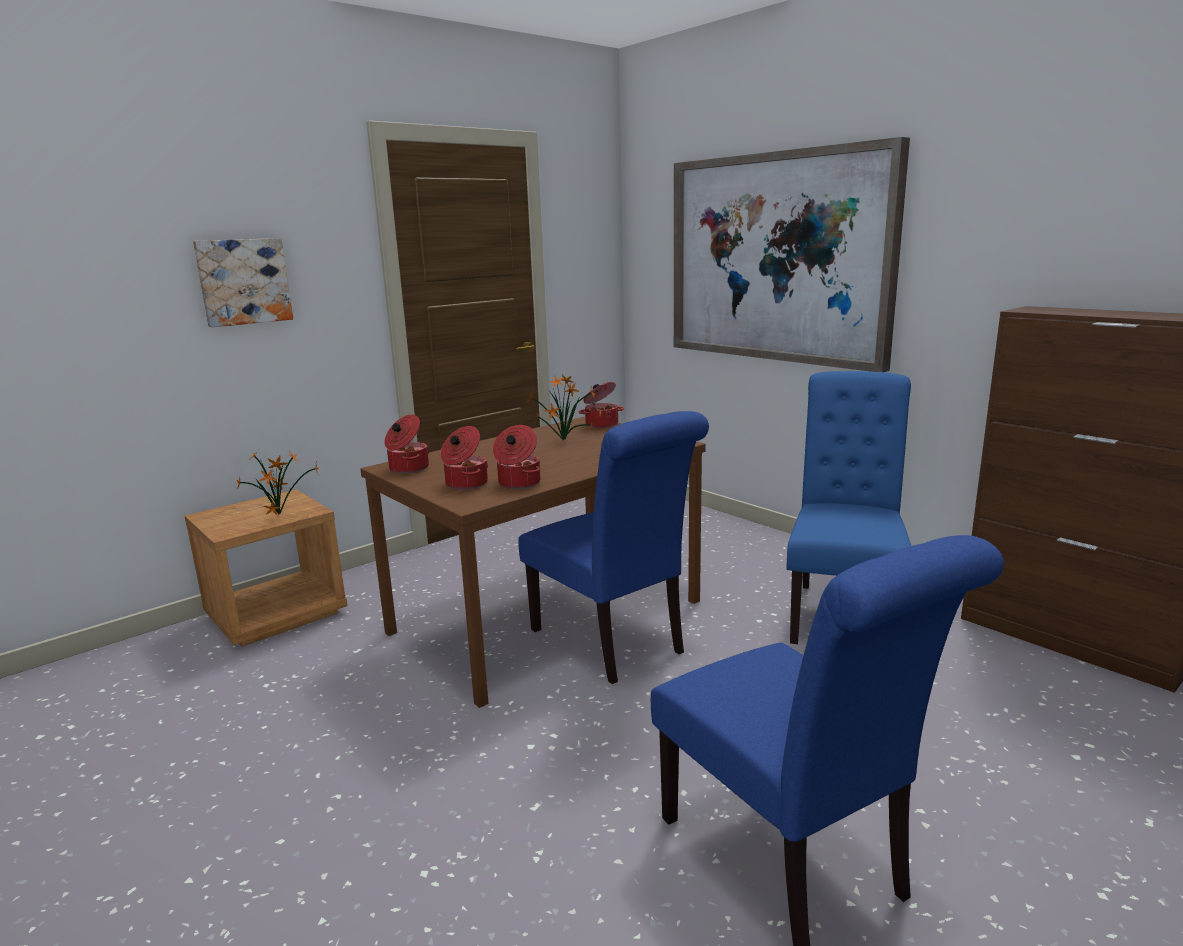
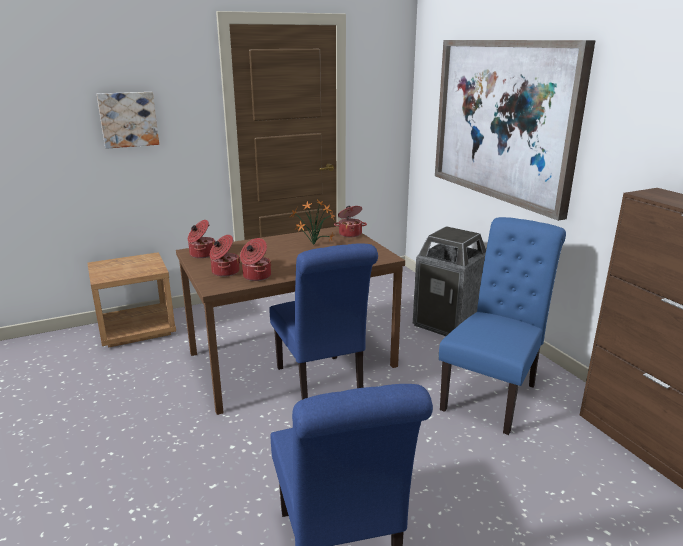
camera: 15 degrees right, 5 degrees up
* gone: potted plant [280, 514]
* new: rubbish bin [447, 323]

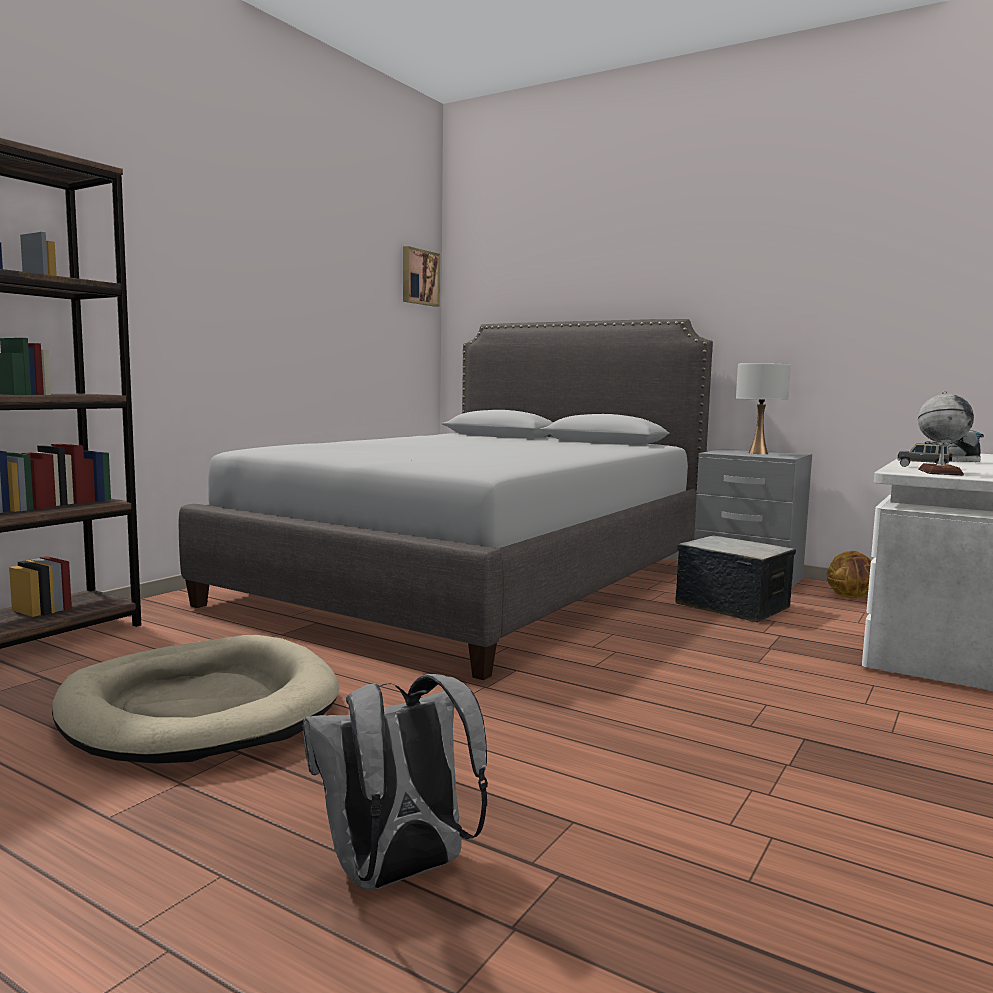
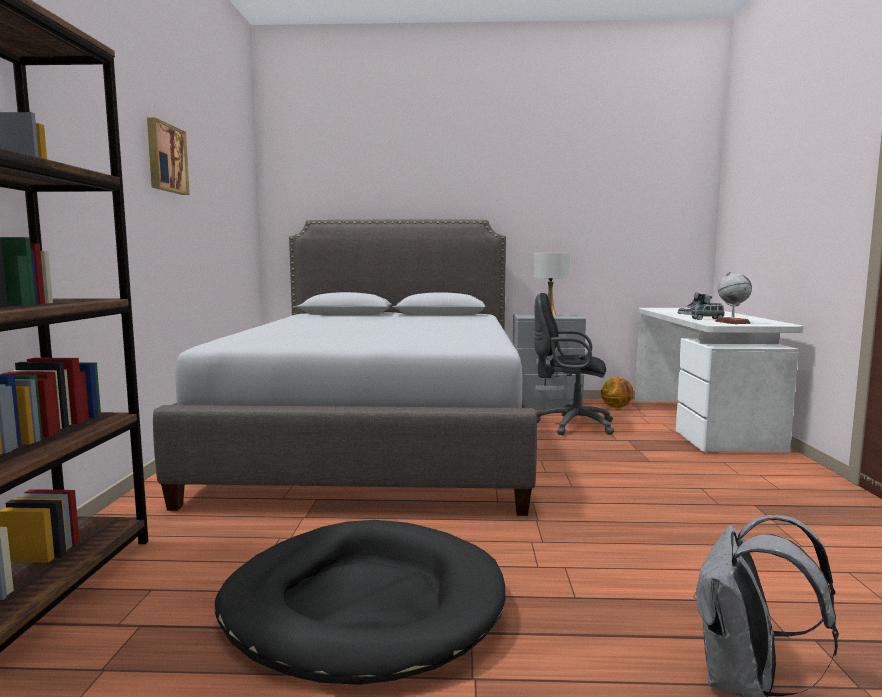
camera: 30 degrees left, 0 degrees up
* shifted: picture [419, 277] to [165, 158]
* swapped: storage container [732, 606] to black-coloured office chair [570, 425]
* repainted: beige-coloured dog bed [200, 709] to black-coloured dog bed [363, 605]

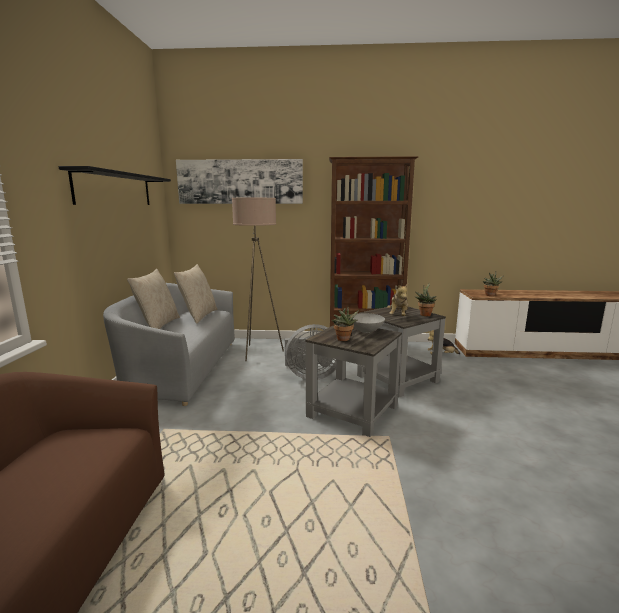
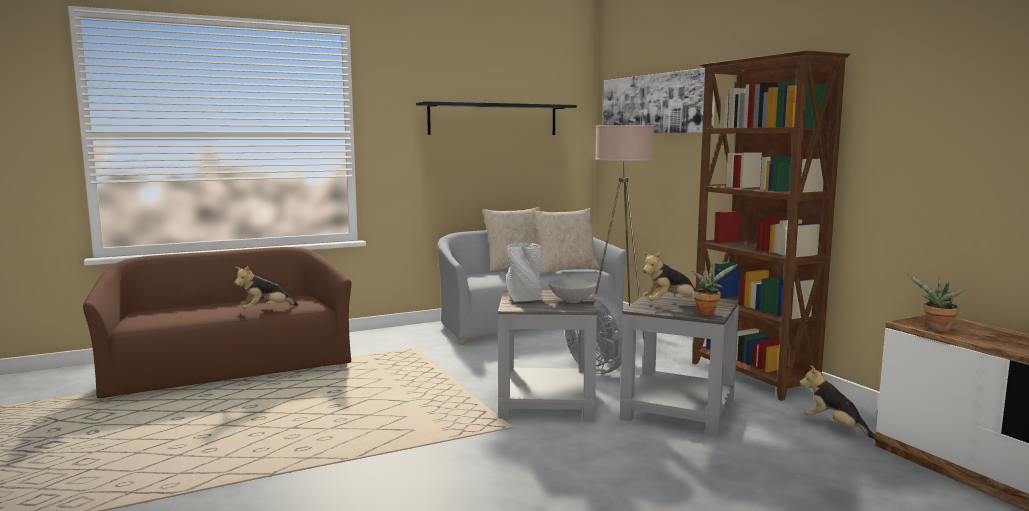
camera: 60 degrees right, 5 degrees down
* swapped: potted plant [343, 340] to greyish vase [524, 298]
* new: soft toy [265, 310]

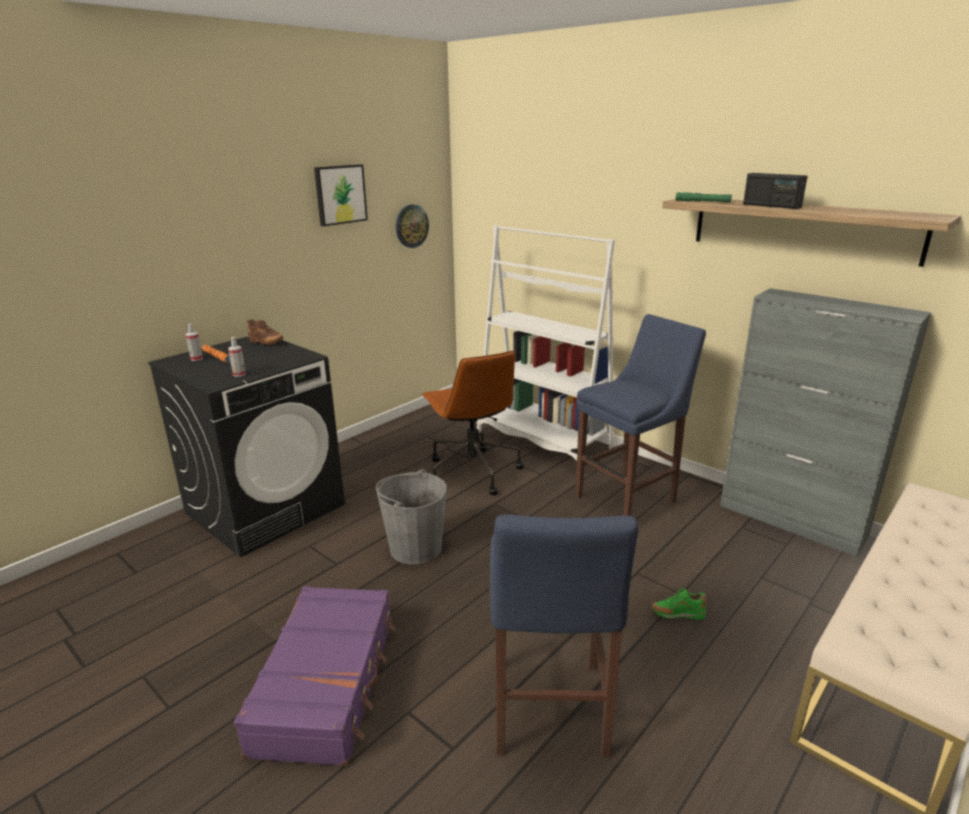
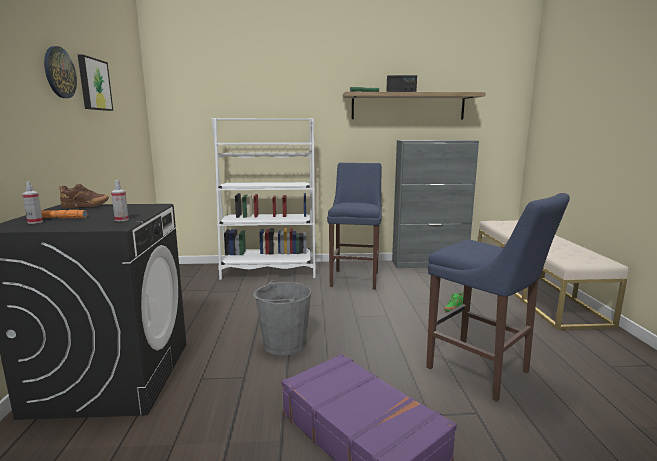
camera: 45 degrees left, 10 degrees down
* shifted: clock on the wall [411, 226] to [59, 72]
* gone: brownish office chair [472, 471]

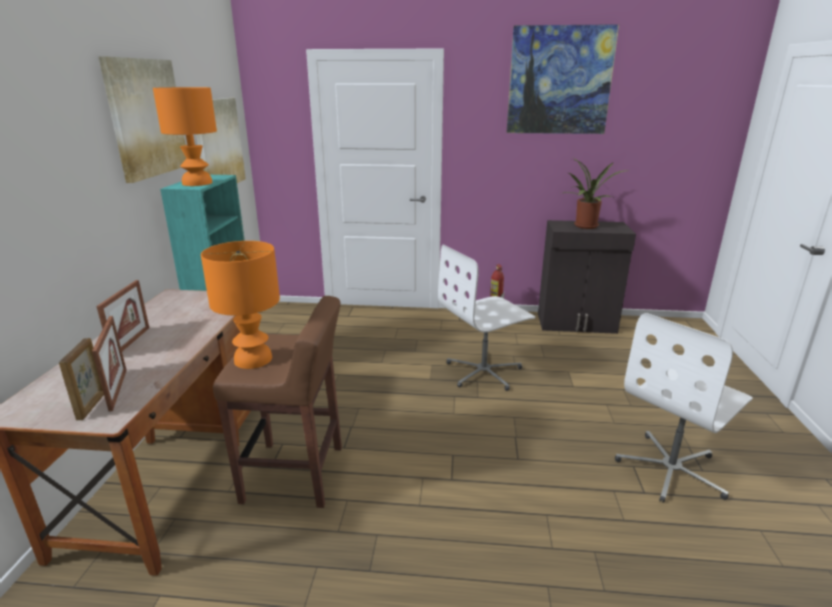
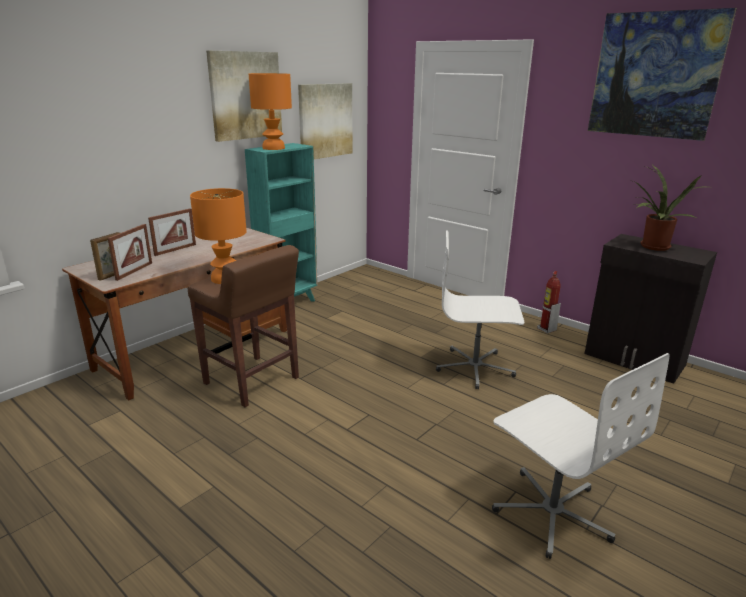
camera: 35 degrees right, 0 degrees up
* rotated: white office chair [671, 470] = [552, 512] 120 degrees counterclockwise

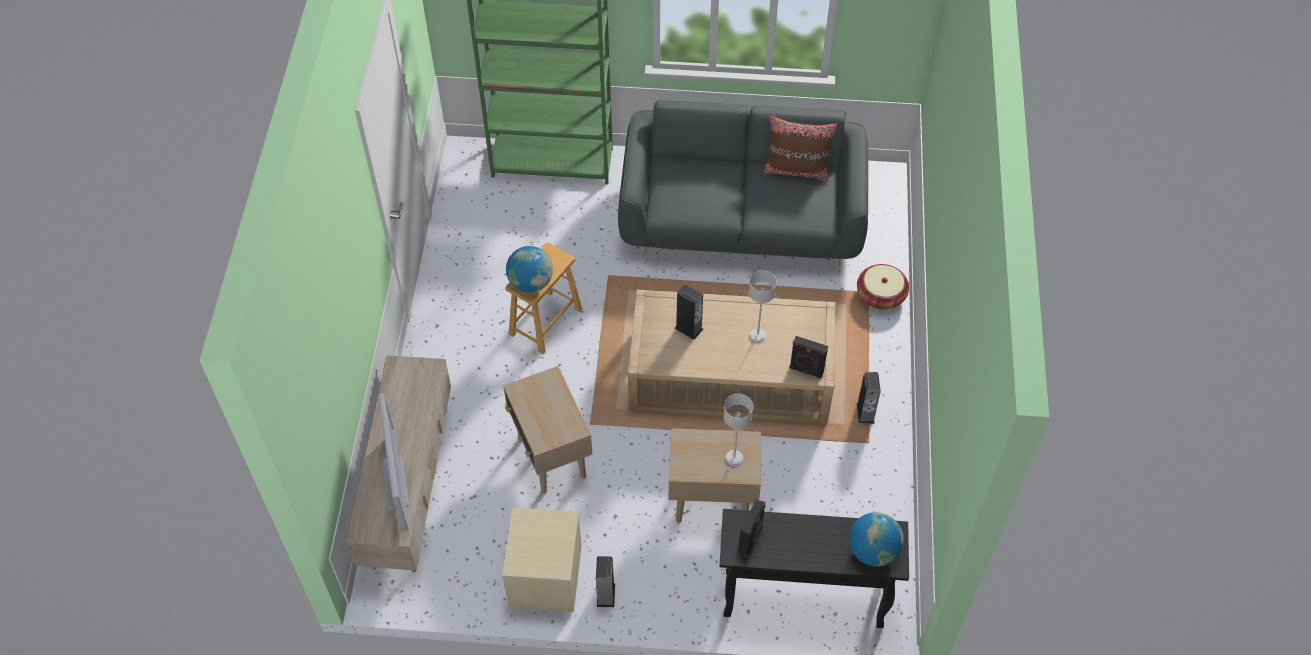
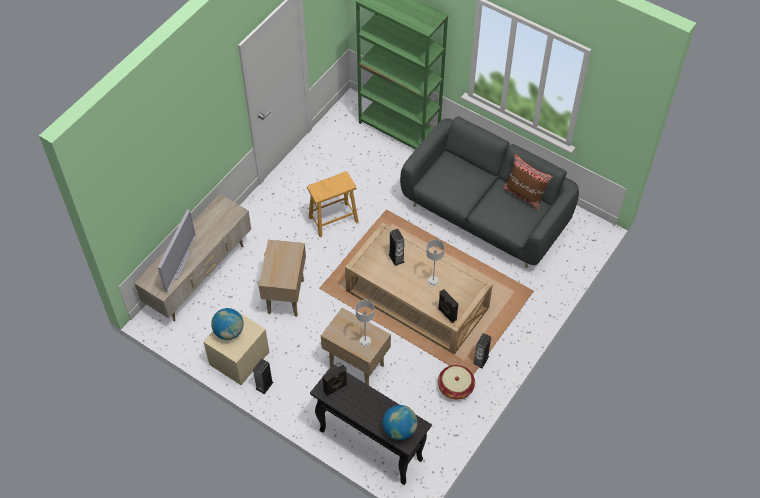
camera: 30 degrees right, 0 degrees up
* shifted: globe [531, 282] to [229, 332]
* shifted: household basket [880, 295] to [455, 387]

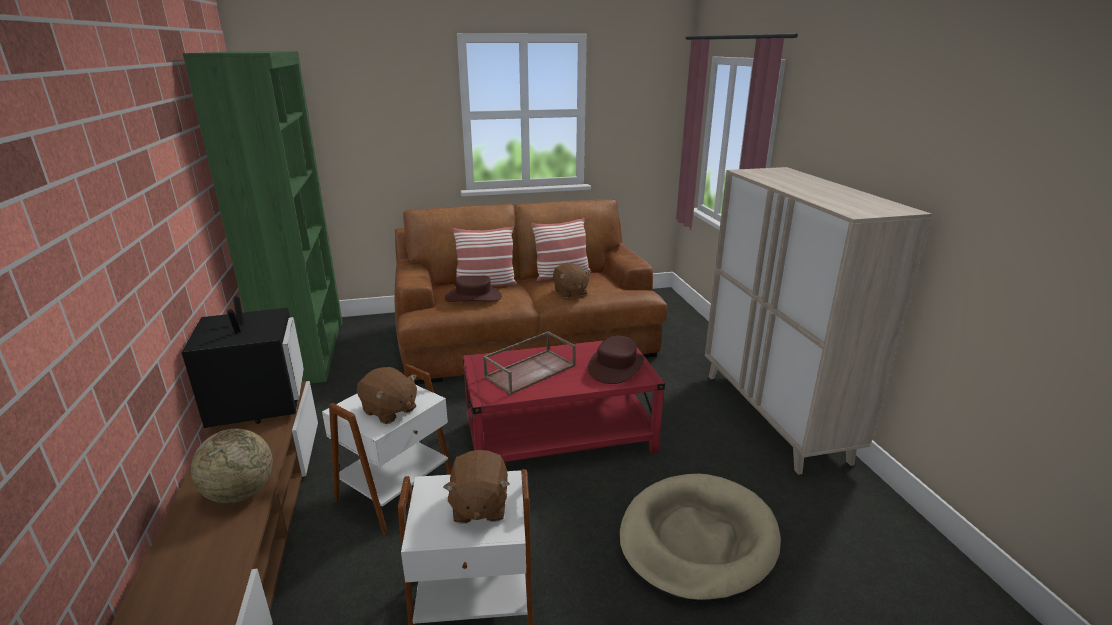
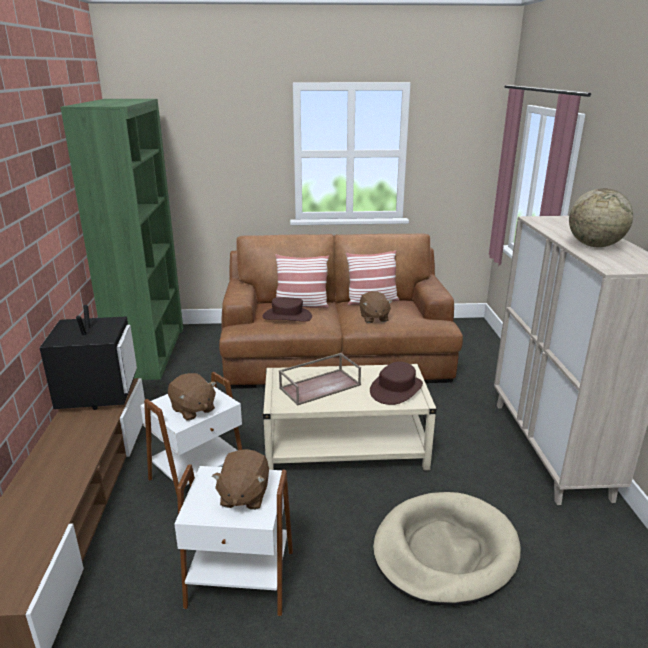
camera: 10 degrees right, 0 degrees up
* repainted: red-coloured coffee table [559, 437] to beige-coloured coffee table [345, 447]
* shifted: globe [240, 493] to [594, 245]

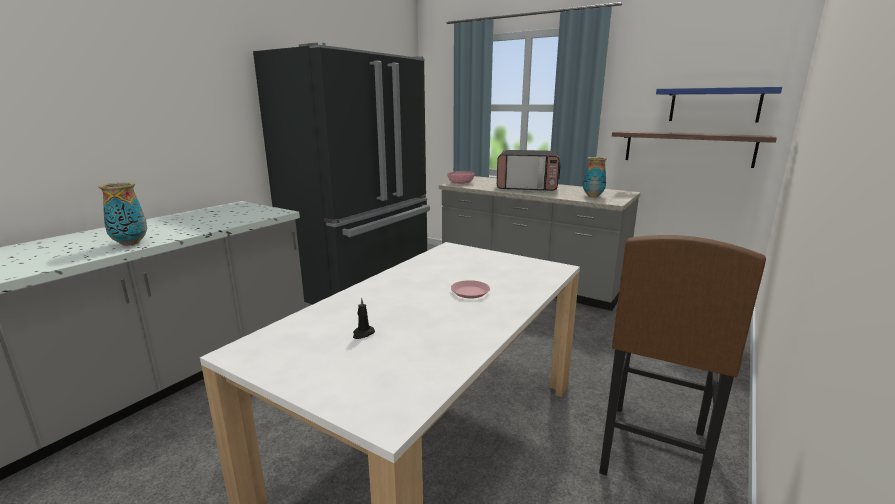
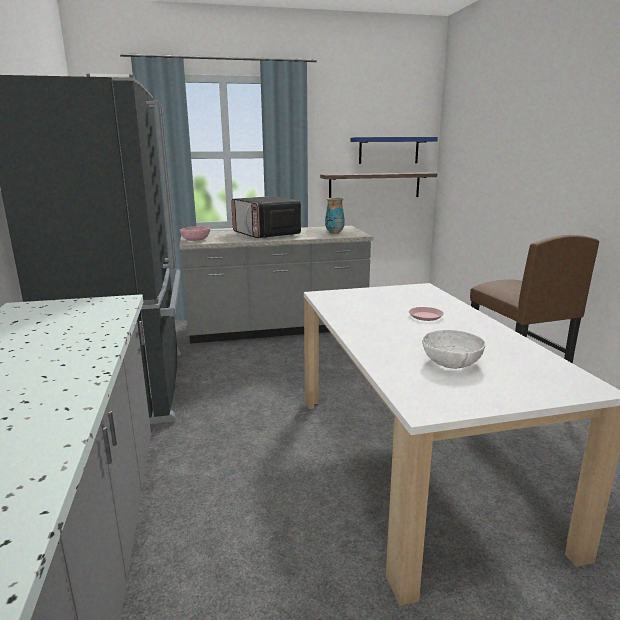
camera: 45 degrees left, 0 degrees up
* rotated: microwave oven [528, 187] = [266, 234] 90 degrees clockwise
* gone: vase [130, 243]
* swapped: black-coloured wax candle [363, 333] to white bowl [451, 362]

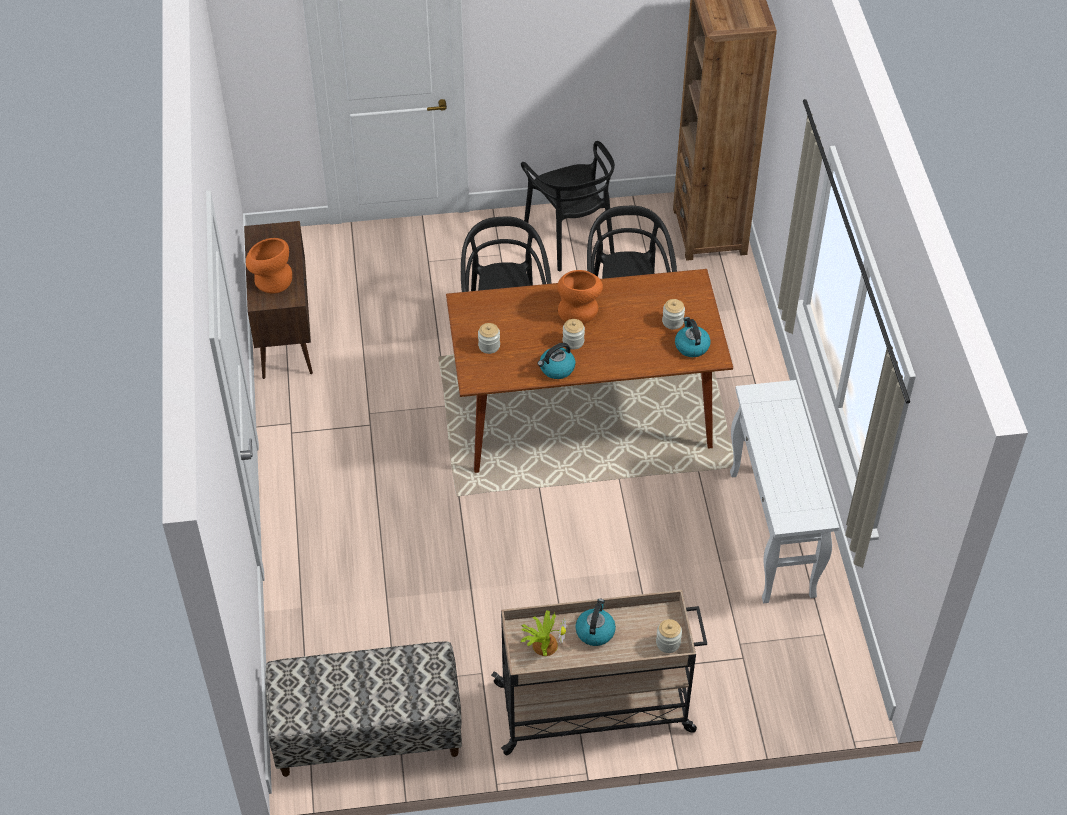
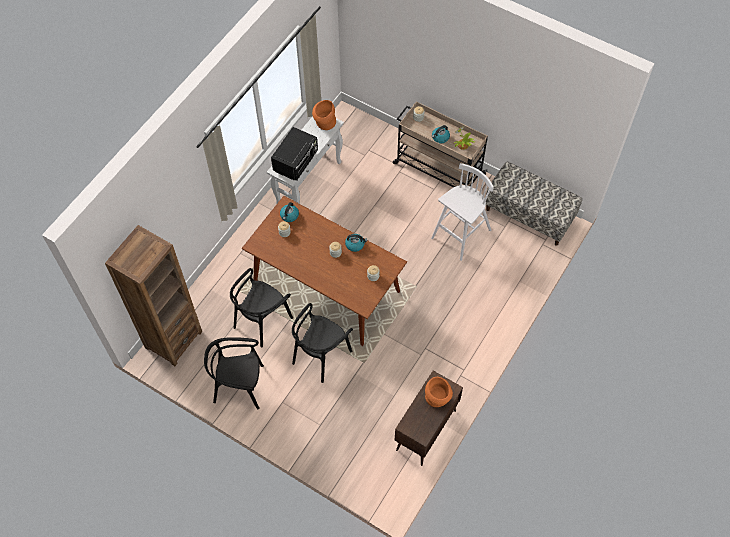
camera: 140 degrees left, 10 degrees up
* rotated: black-coloured upright chair [571, 238] = [239, 386] 105 degrees counterclockwise
* shifted: orange-coloured vase [578, 309] to [324, 123]
* new: black-coloured microwave oven [296, 162]
* new: white stool [460, 235]

